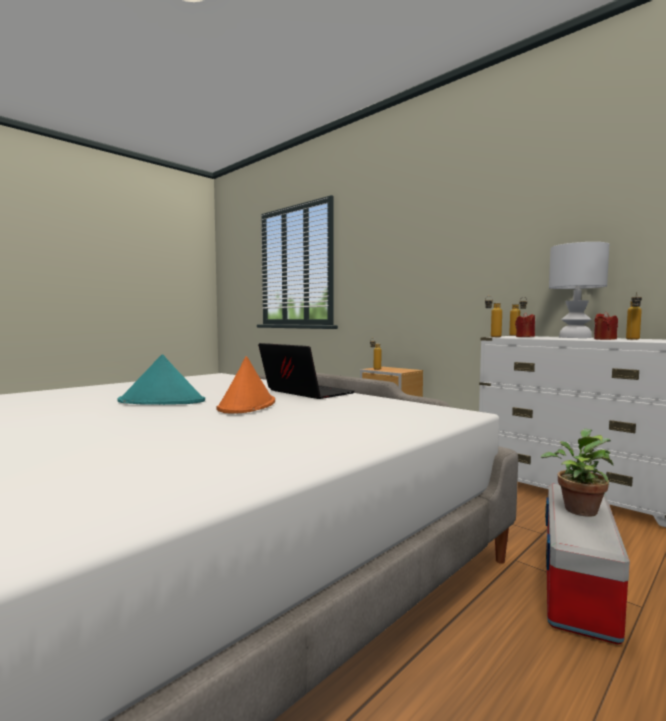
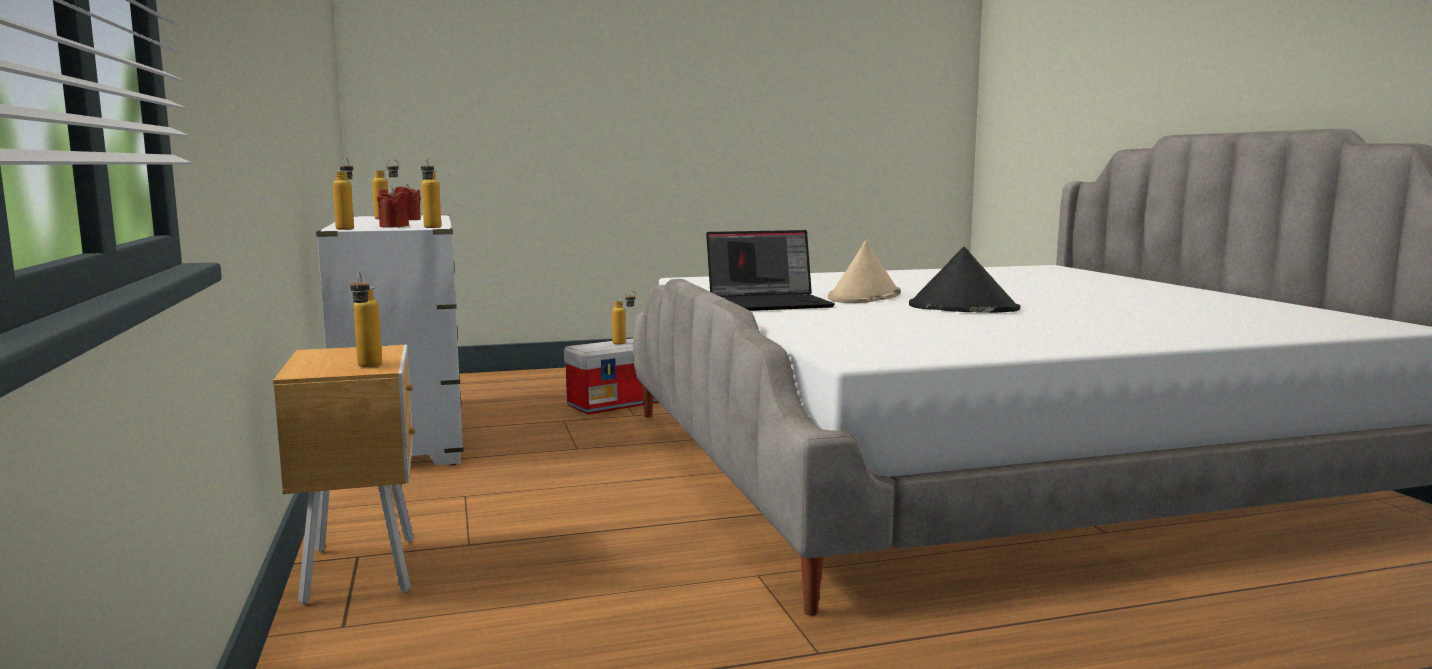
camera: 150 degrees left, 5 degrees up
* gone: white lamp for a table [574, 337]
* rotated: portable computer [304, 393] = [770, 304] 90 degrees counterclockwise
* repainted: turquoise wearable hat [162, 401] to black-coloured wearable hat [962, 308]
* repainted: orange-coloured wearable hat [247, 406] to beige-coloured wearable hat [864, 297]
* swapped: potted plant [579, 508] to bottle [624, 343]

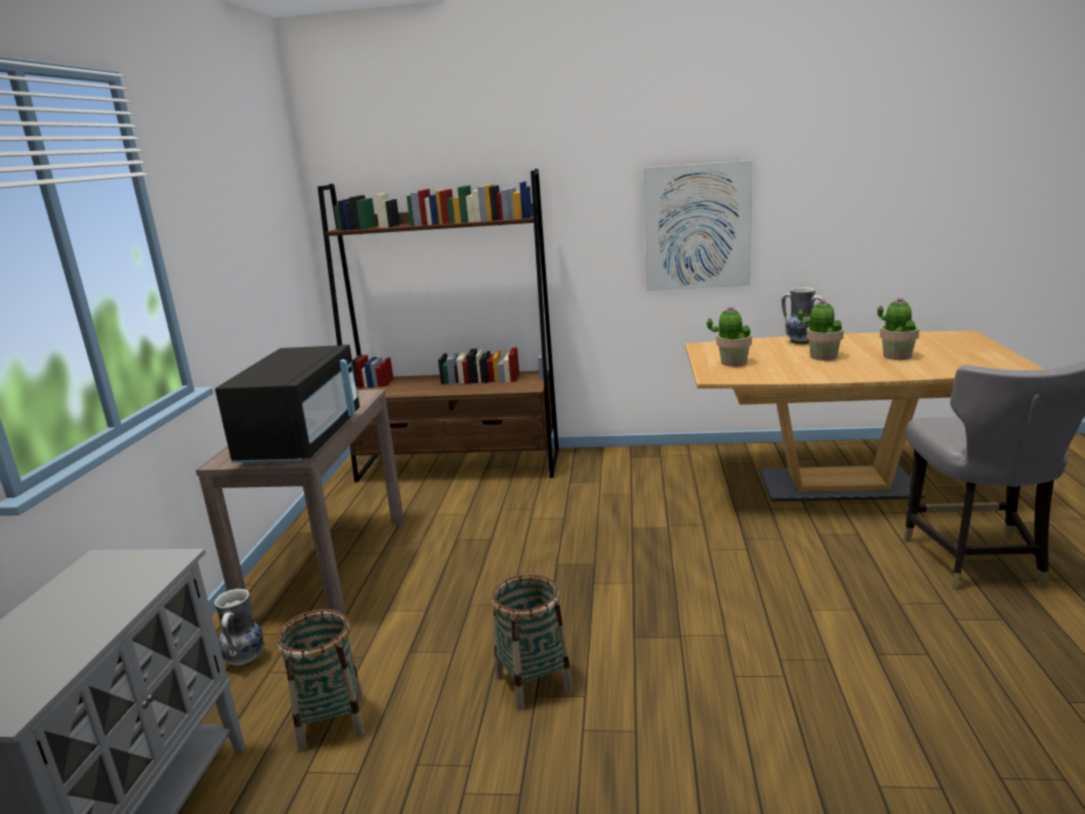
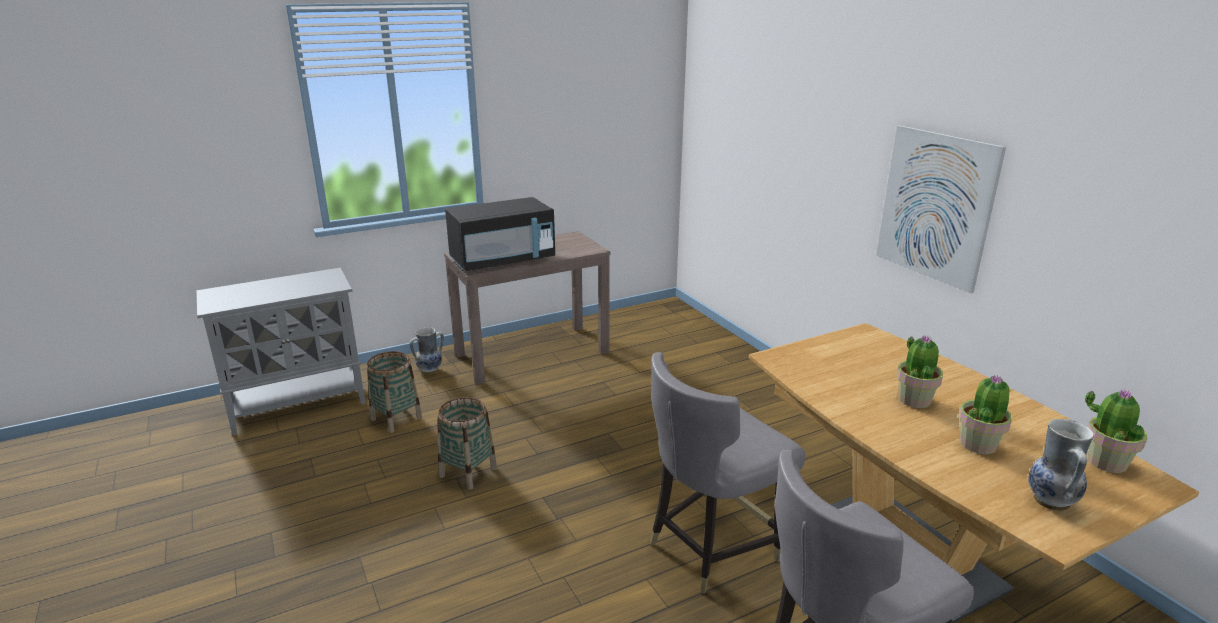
camera: 55 degrees right, 5 degrees up
* gone: brownish bookcase [459, 466]
* shifted: vase [800, 342] to [1049, 501]
* shifted: potted plant [733, 362] to [1106, 461]
* new: greyish upright chair [711, 547]

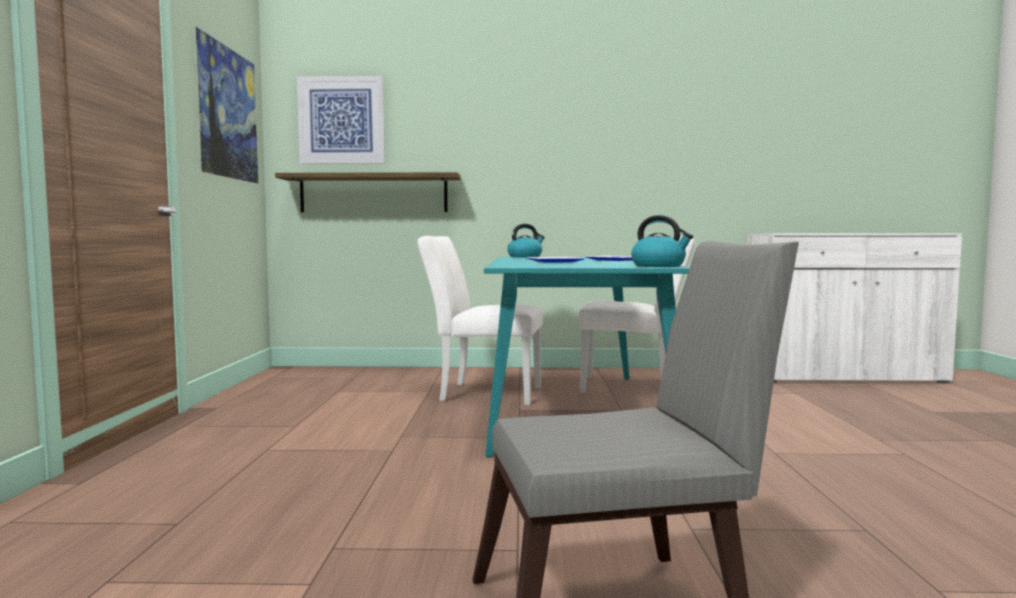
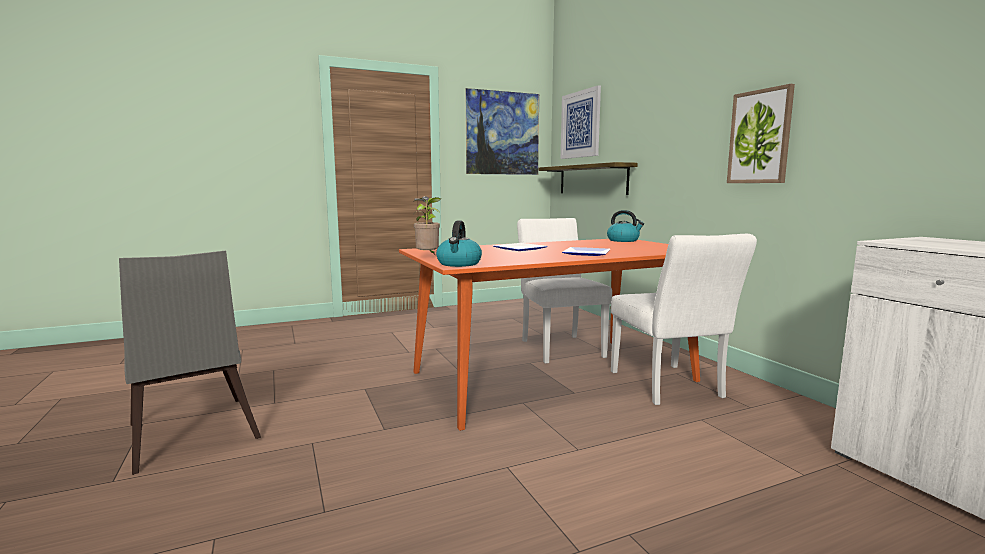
camera: 65 degrees right, 5 degrees up
* repainted: turquoise dining table [573, 409] to orange-coloured dining table [552, 377]
* new: picture [760, 137]
* new: potted plant [428, 257]

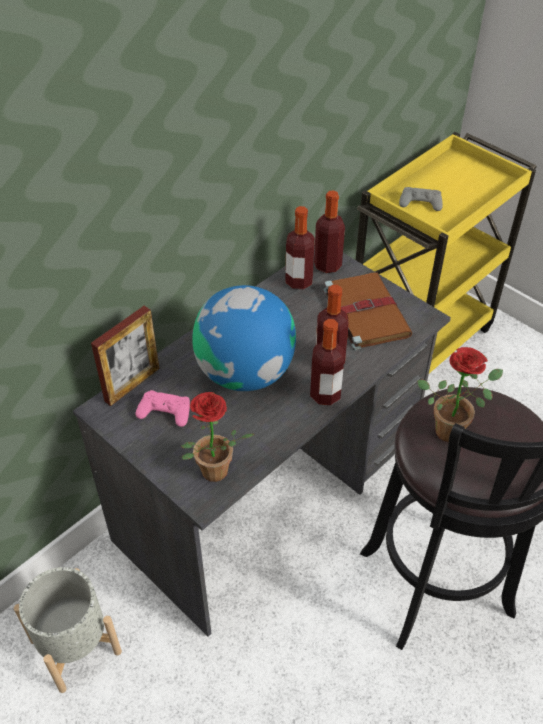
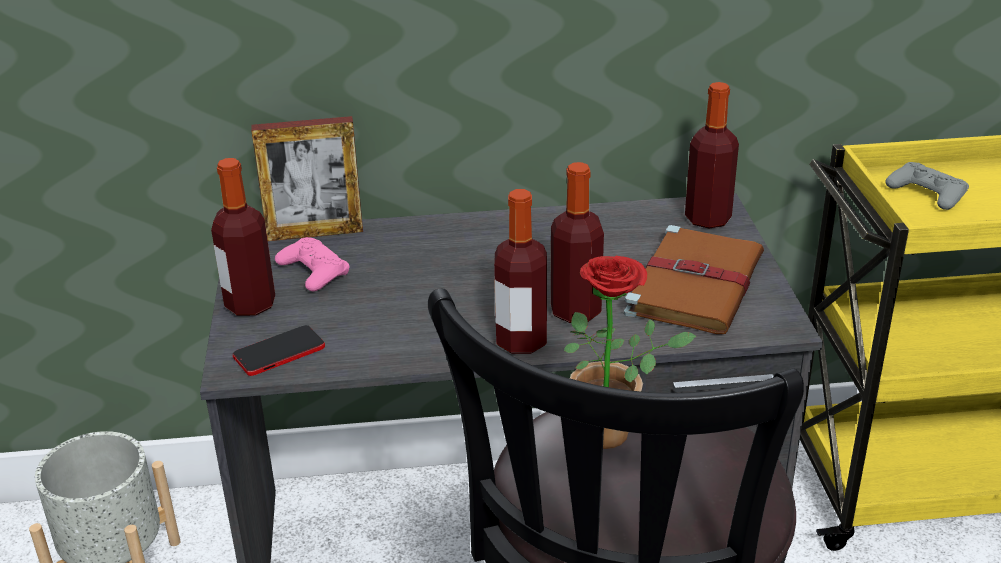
camera: 40 degrees right, 15 degrees down
* shifted: bottle [299, 281] to [250, 304]
* gone: globe [245, 372]
* swapped: potted plant [213, 476] to phone [279, 352]

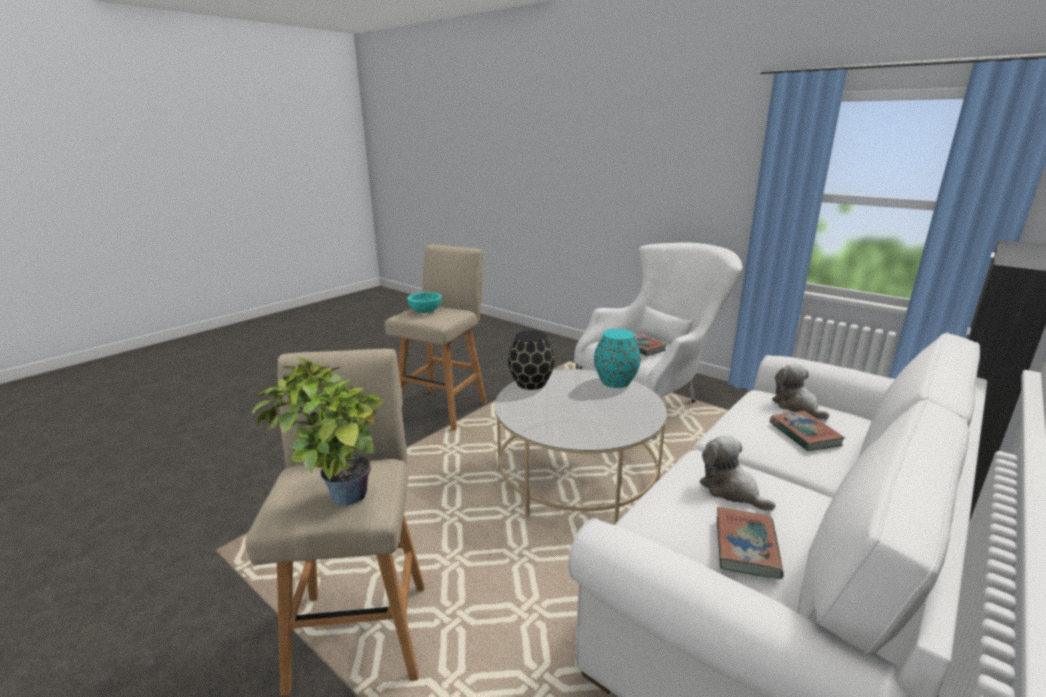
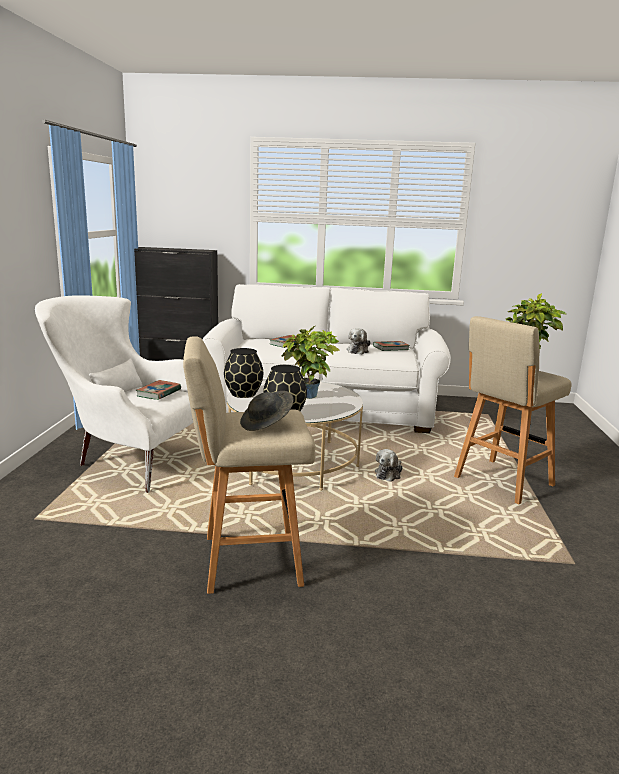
camera: 125 degrees left, 5 degrees down
* swapped: turquoise bowl [425, 311] to greyish wearable hat [266, 424]
* repainted: turquoise vase [615, 381] to black-coloured vase [243, 394]
* shifted: soft toy [796, 406] to [389, 474]
* new: potted plant [309, 397]

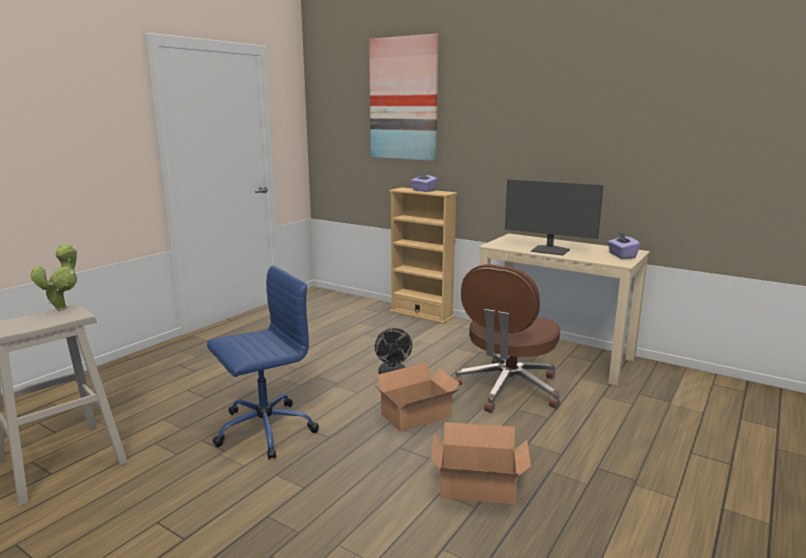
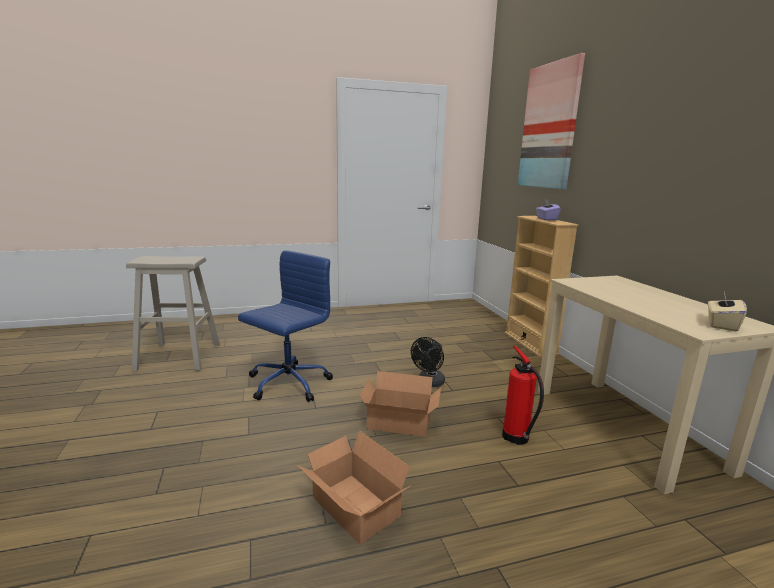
camera: 40 degrees right, 0 degrees up
* gone: monitor [550, 251]
* repainted: purplish tissue holder [621, 255] to beige-coloured tissue holder [721, 324]
* gone: potted plant [64, 308]
* swapped: brownish office chair [508, 389] to fire-fighting cylinder [516, 438]
* rotated: bluish office chair [263, 430] = [287, 384] 60 degrees counterclockwise

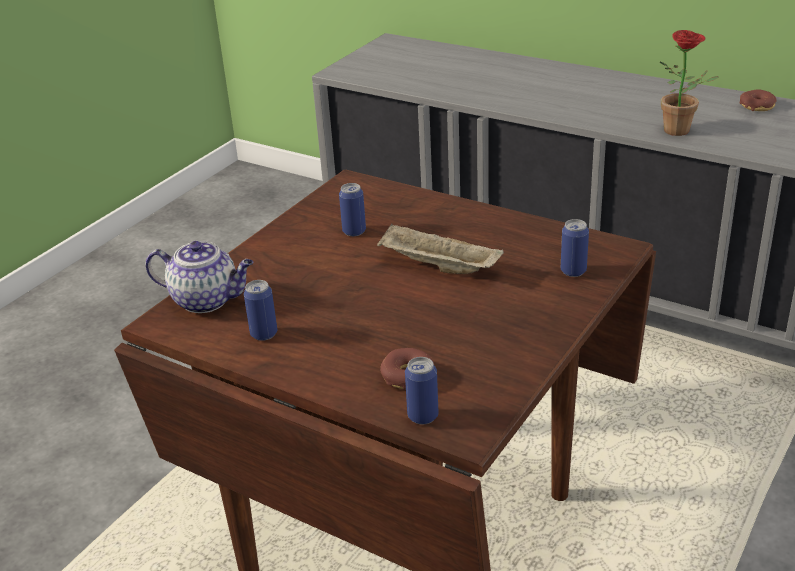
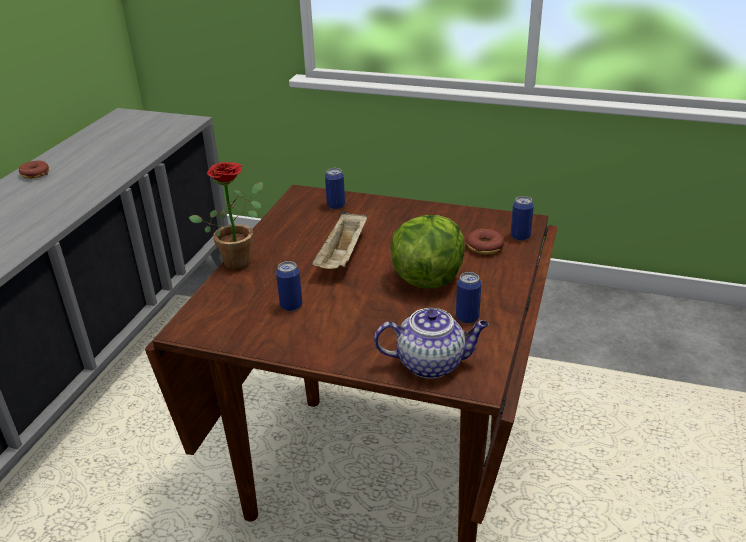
camera: 105 degrees left, 0 degrees up
* shifted: potted plant [682, 131] to [240, 260]
* rotated: teapot [207, 300] = [432, 363] 90 degrees clockwise
* new: lettuce head [427, 278]

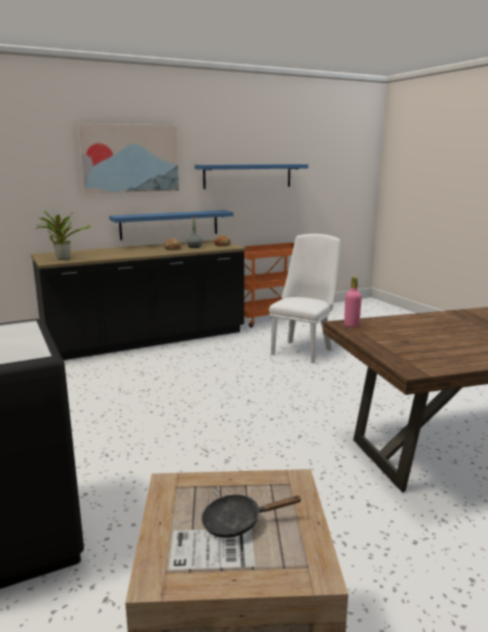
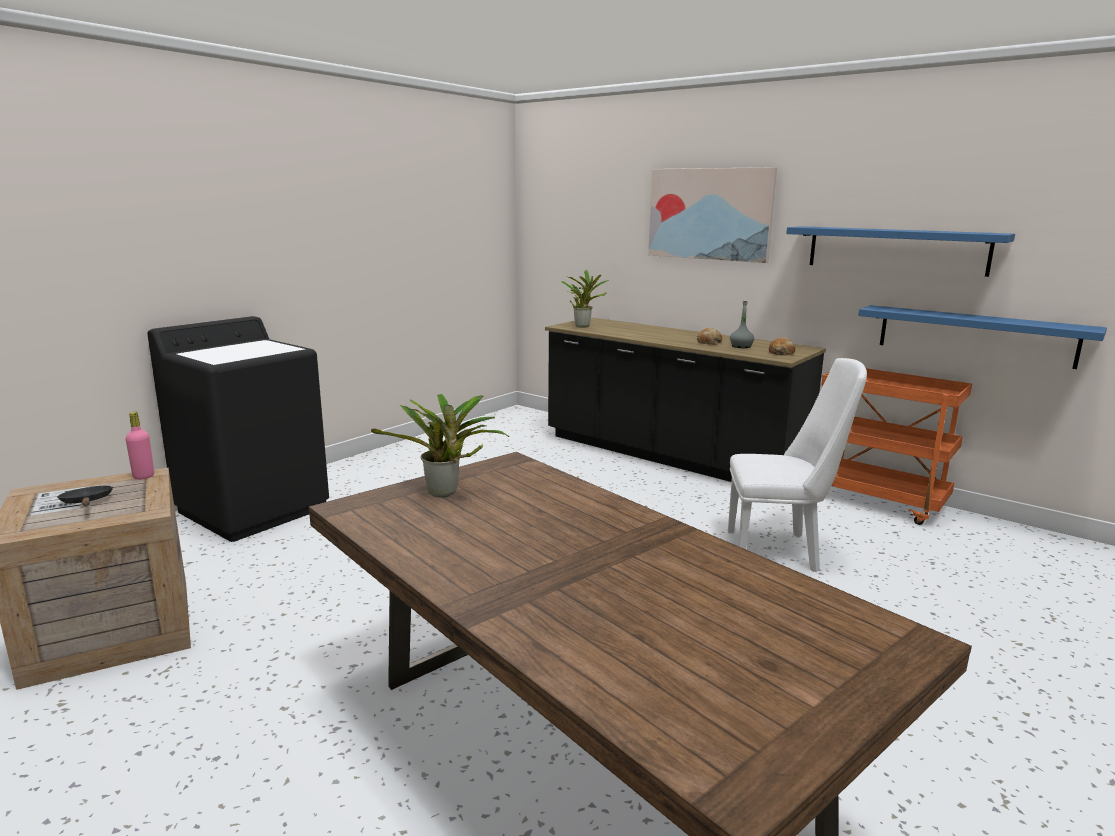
camera: 65 degrees right, 0 degrees up
* shifted: bluish shelf [169, 224] to [975, 335]
* shifted: pink bottle [351, 326] to [143, 476]
* new: potted plant [445, 494]

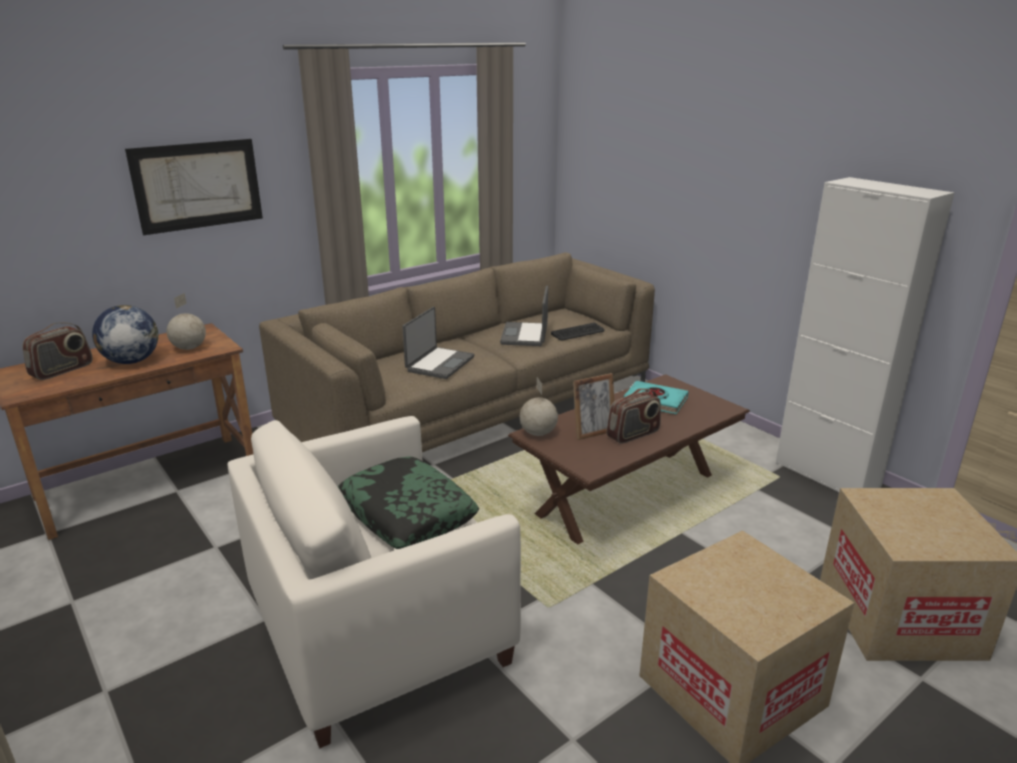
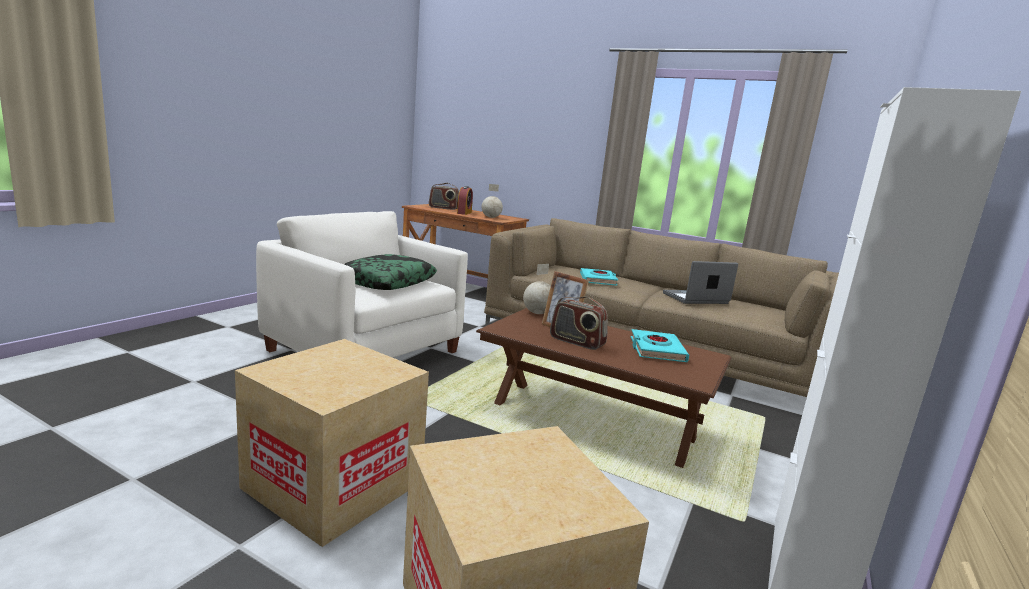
camera: 65 degrees right, 10 degrees down
* gone: picture [198, 185]
* swapped: globe [131, 361] to bedside clock [464, 213]
* swapped: portable computer [439, 364] to turquoise bound book [598, 280]
* gone: keyboard [578, 332]

